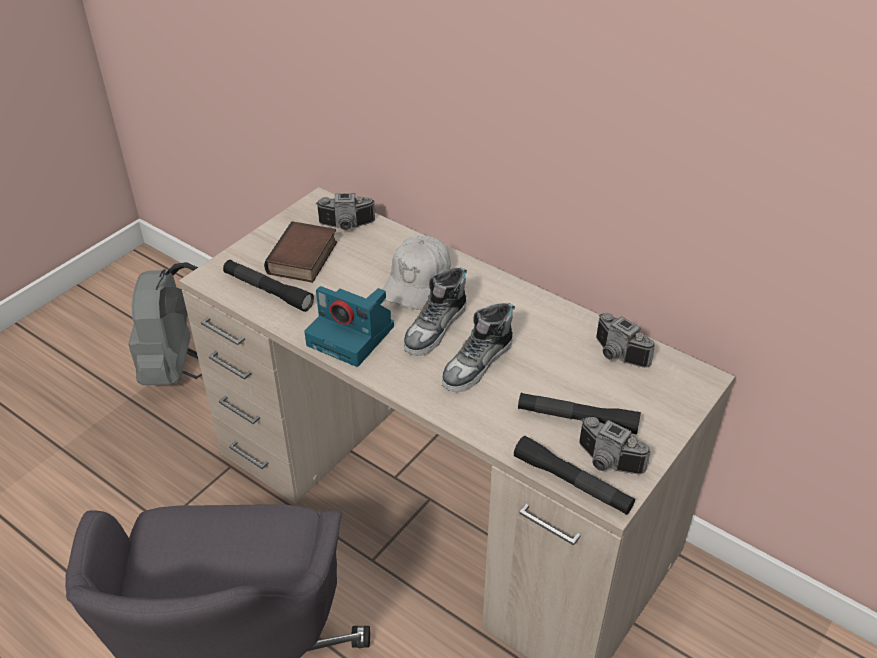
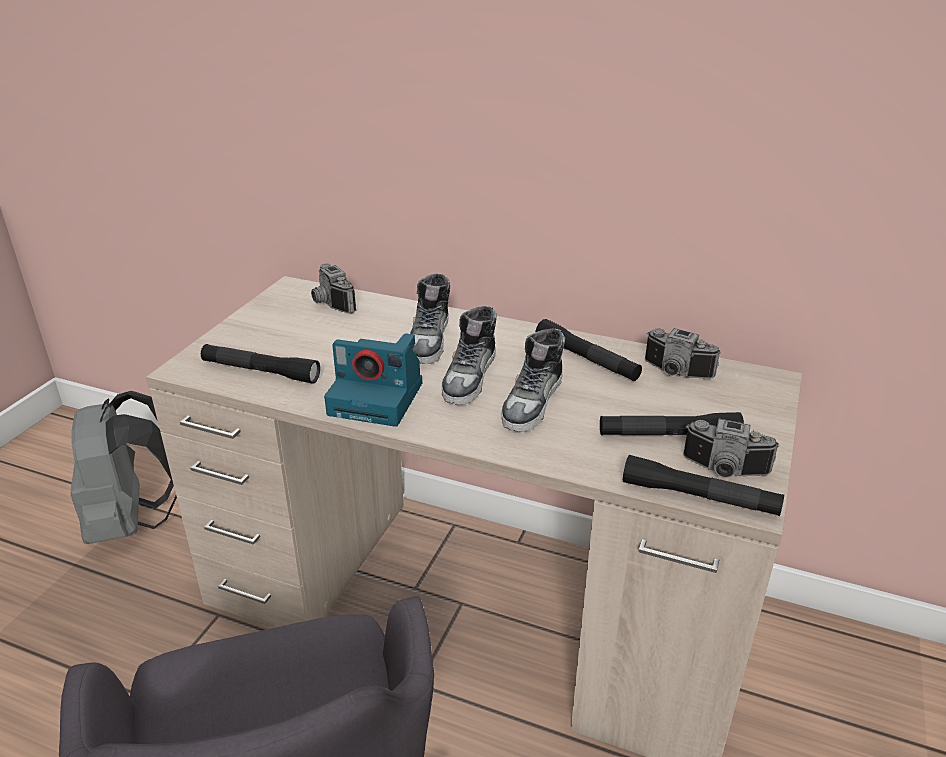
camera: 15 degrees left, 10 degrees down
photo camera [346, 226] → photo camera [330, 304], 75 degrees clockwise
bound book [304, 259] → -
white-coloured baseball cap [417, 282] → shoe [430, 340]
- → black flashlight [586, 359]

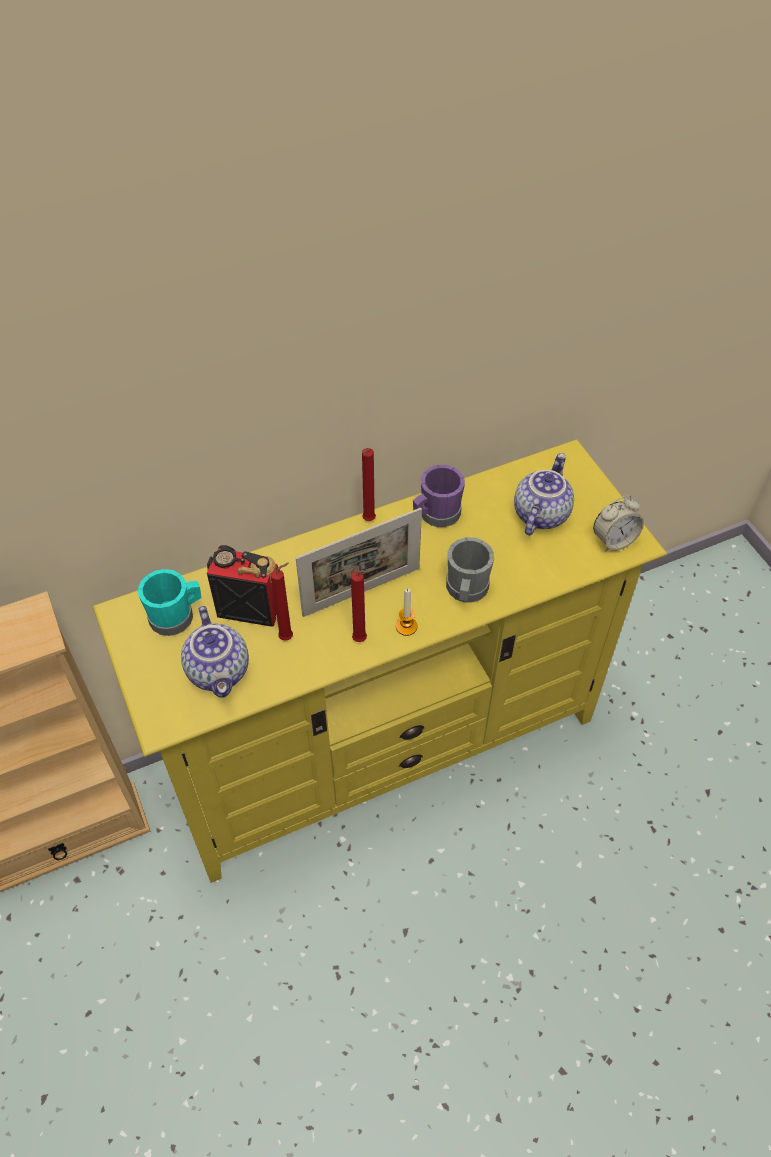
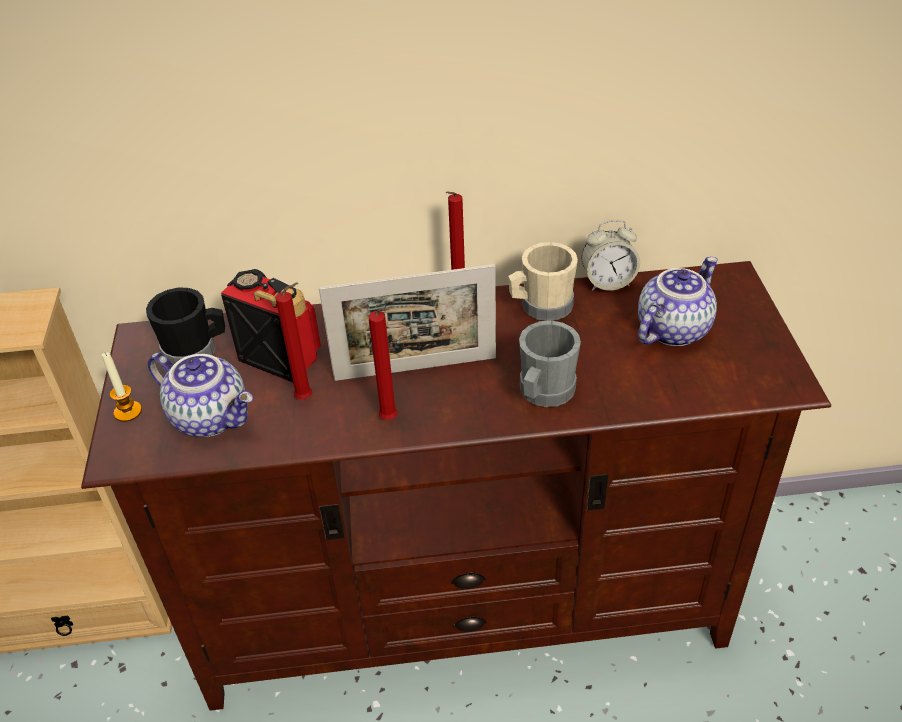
camera: 20 degrees right, 10 degrees down
yellow media console [385, 746] → brown media console [464, 610]
purple mug [436, 514] → sand-coloured mug [541, 306]
bedside clock [614, 540] → bedside clock [608, 282], shifted
turquoise-coloured mug [176, 616] → black mug [196, 351]
candle [406, 626] → candle [128, 412], shifted
teapot [220, 671] → teapot [212, 417], 60 degrees counterclockwise

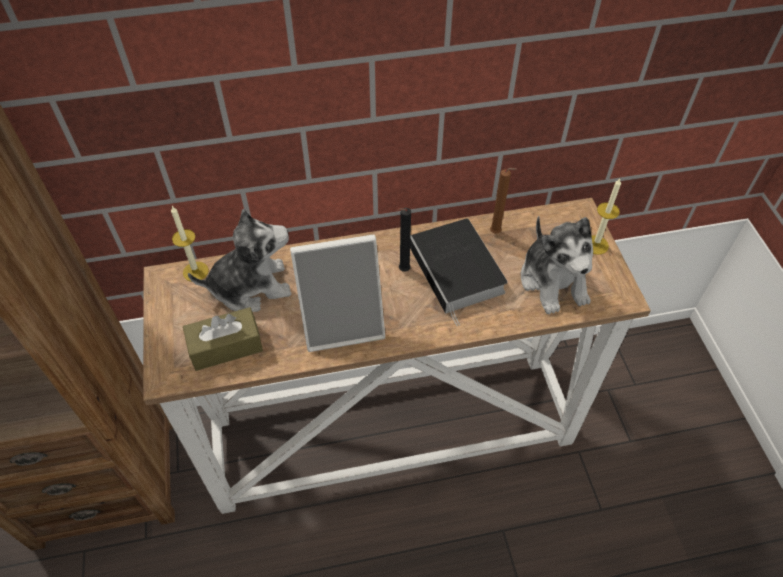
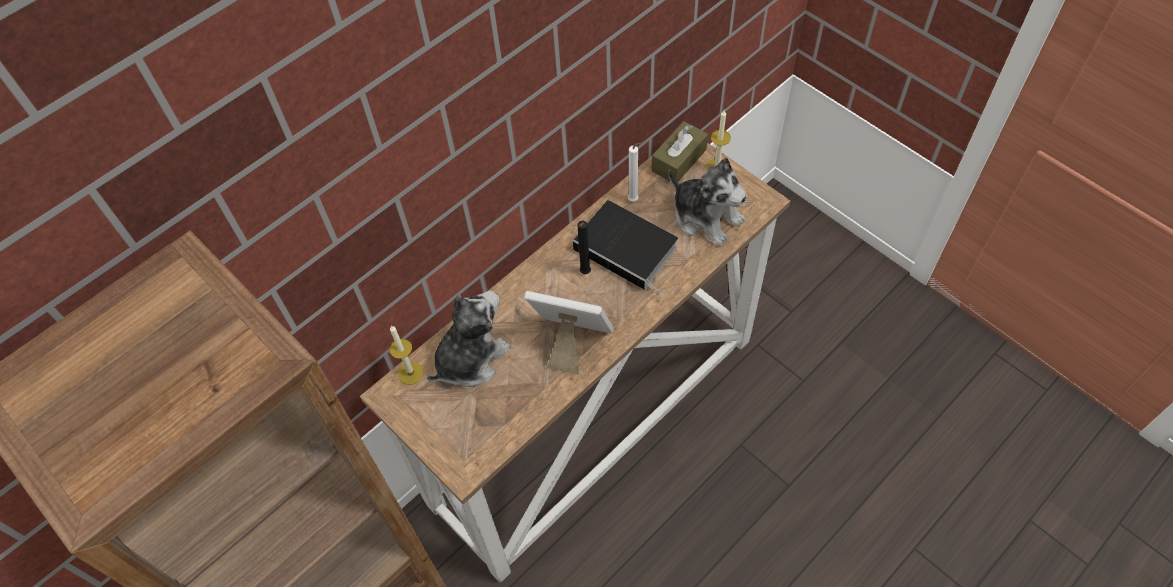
camera: 30 degrees left, 5 degrees up
brown candle [496, 233] → white-coloured candle [634, 199]
standing frame [343, 322] → standing frame [571, 343], 120 degrees counterclockwise
brown box of tissues [226, 346] → brown box of tissues [679, 160], shifted

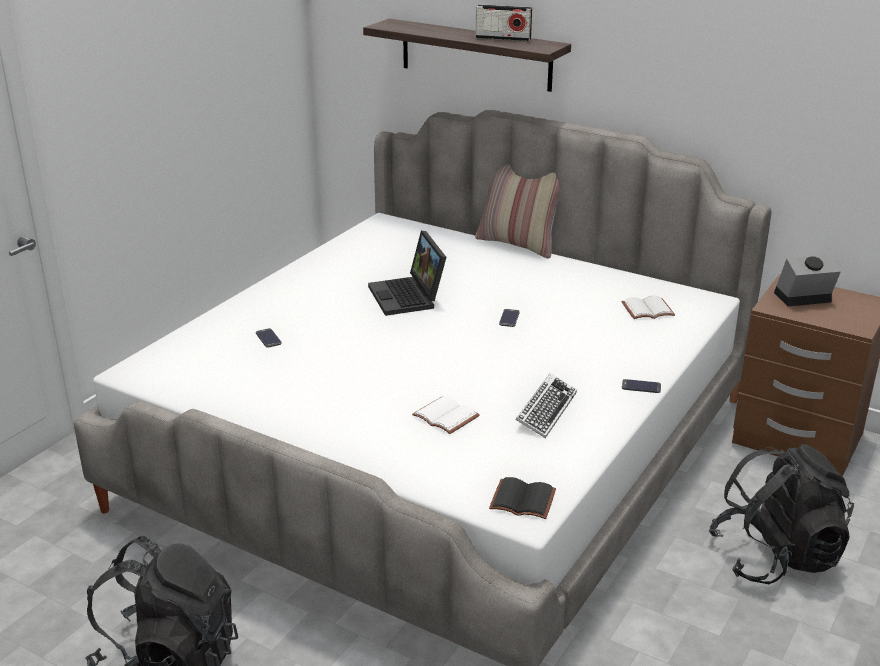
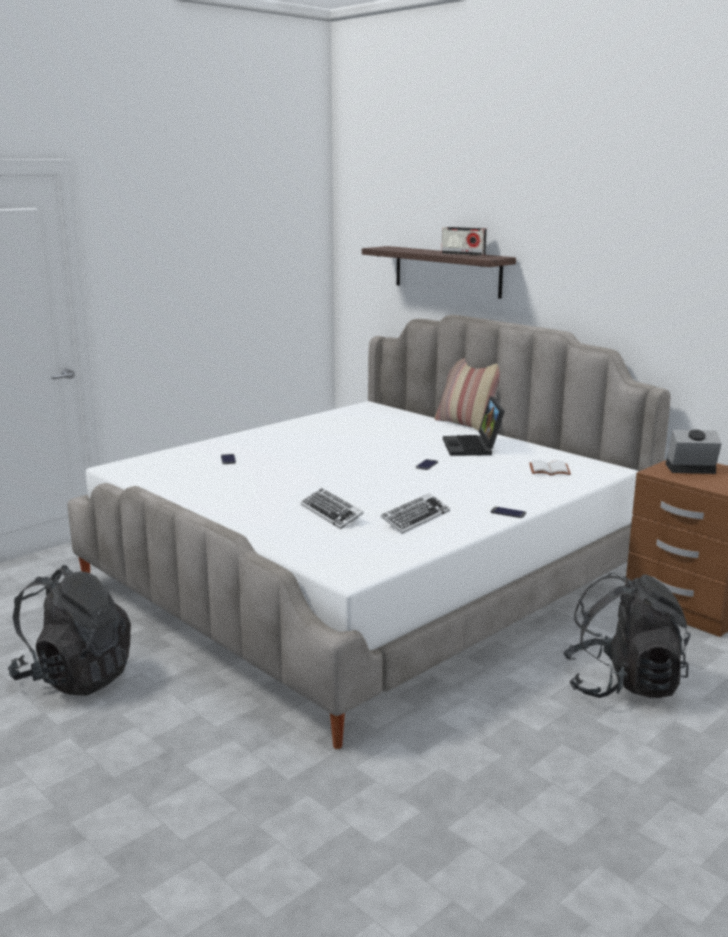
camera: 15 degrees right, 10 degrees down
notebook computer [409, 297] → notebook computer [473, 447], shifted
white-coloured bound book [447, 416] → PC keyboard [331, 513]
black bound book [521, 501] → -

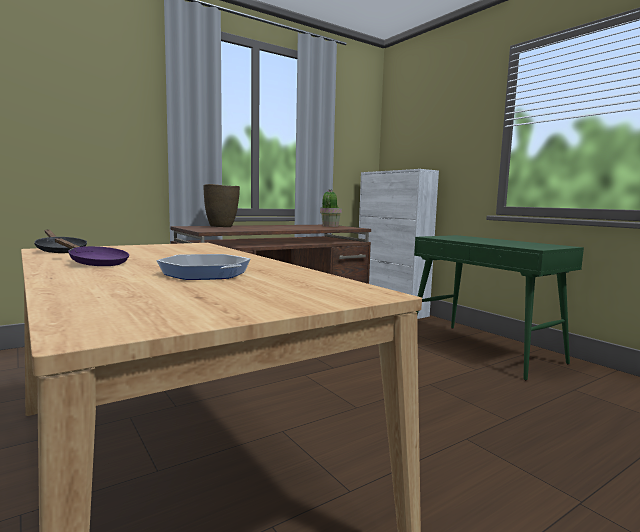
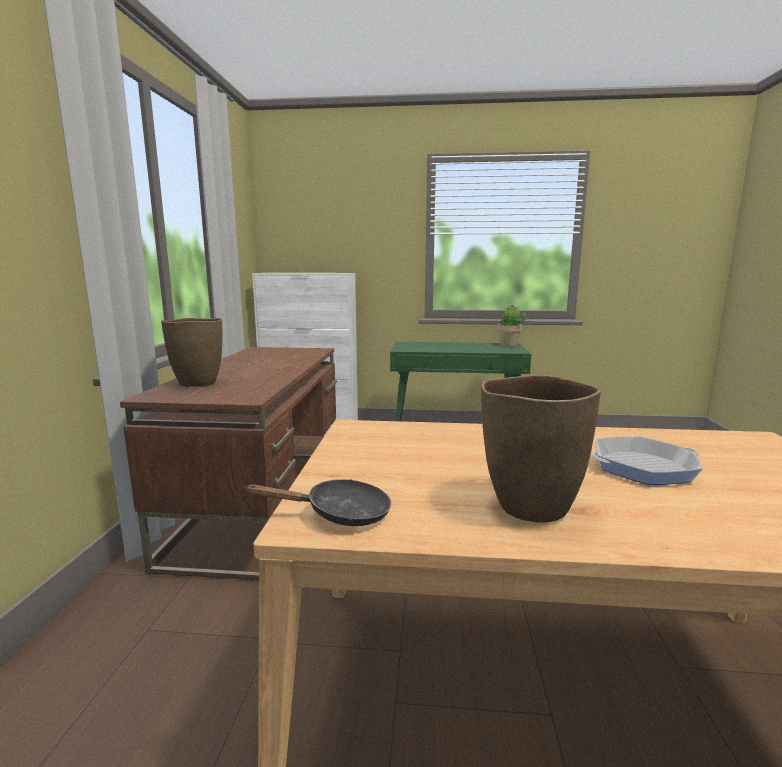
camera: 50 degrees left, 5 degrees up
plant in a pot [330, 226] → plant in a pot [508, 344], shifted
purple frying pan [95, 263] → brown vase [530, 507]

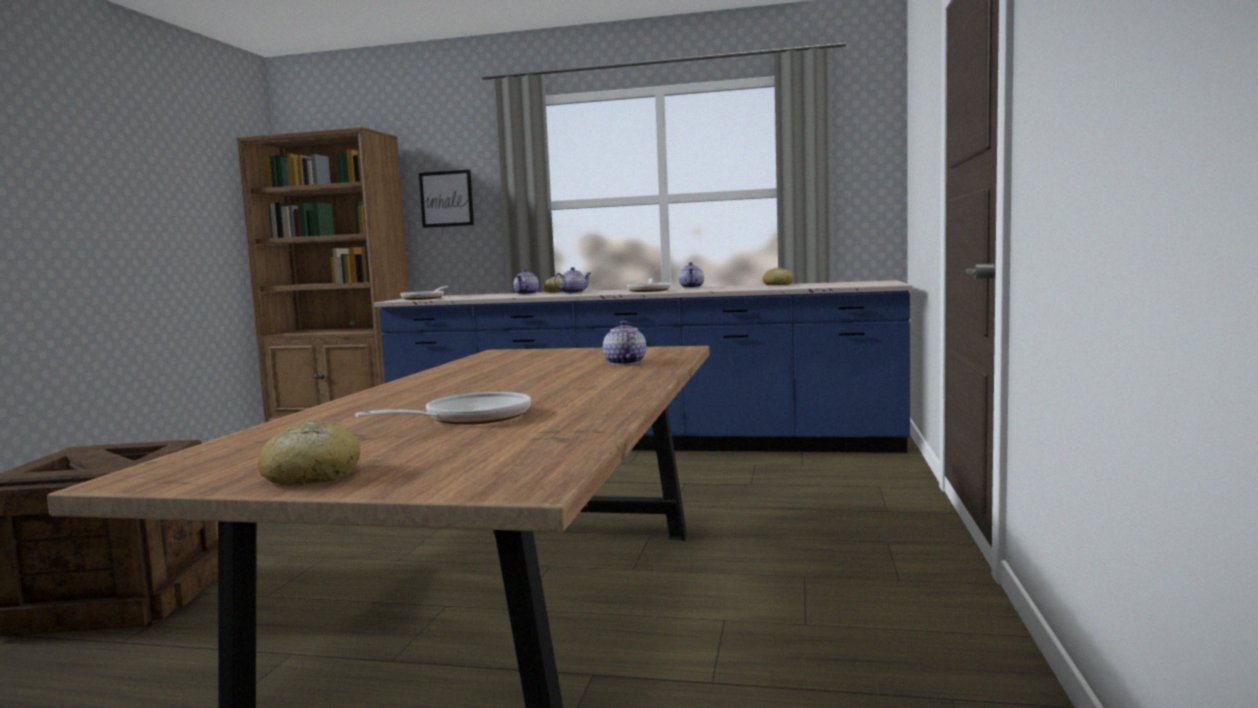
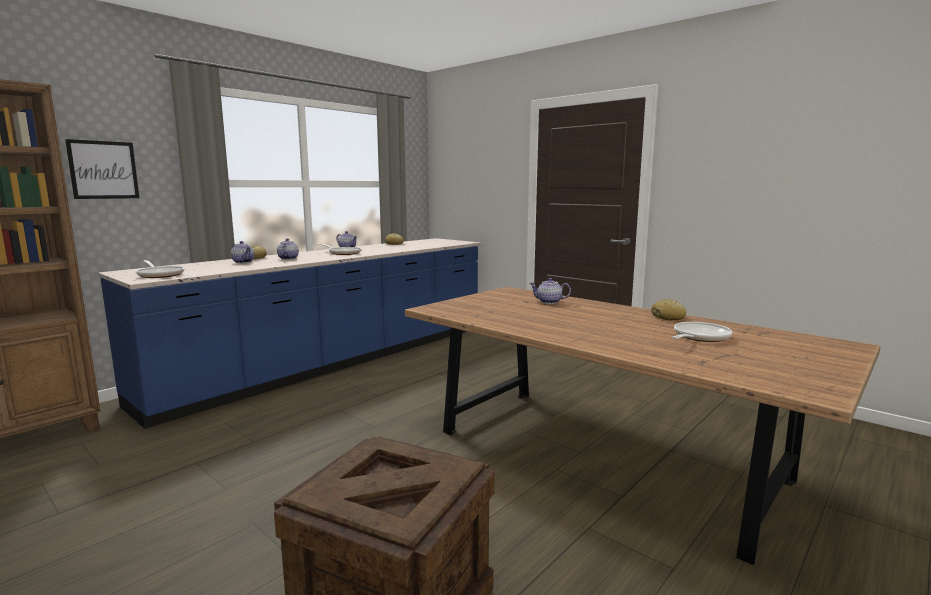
camera: 60 degrees left, 5 degrees up
frying pan [469, 418] → frying pan [699, 337], 60 degrees clockwise
bread [311, 476] → bread [668, 317], shifted

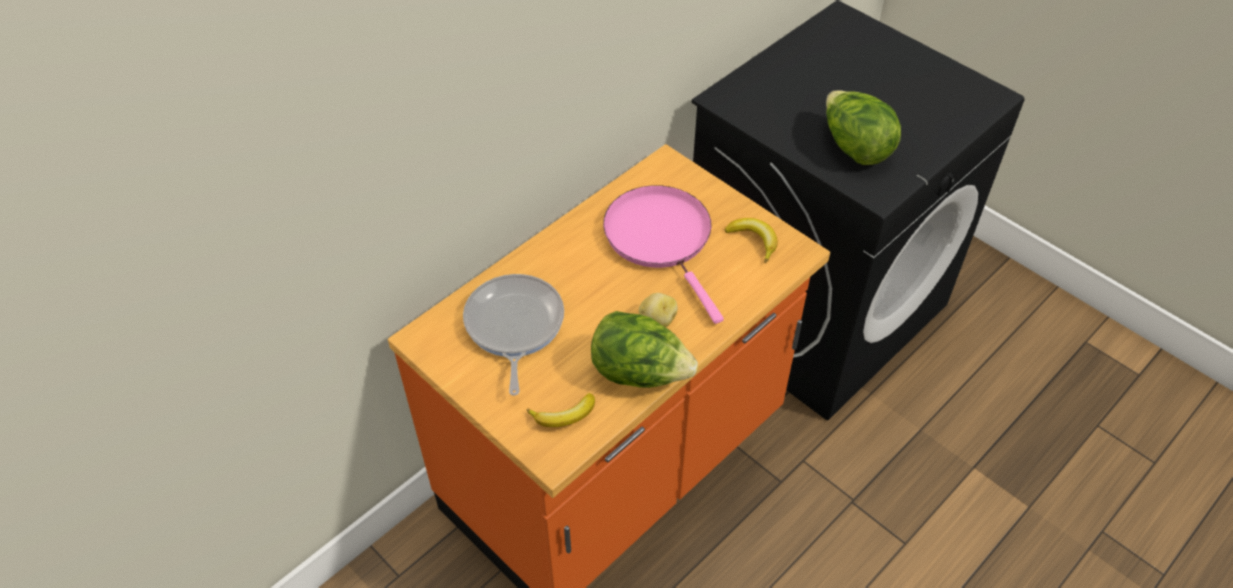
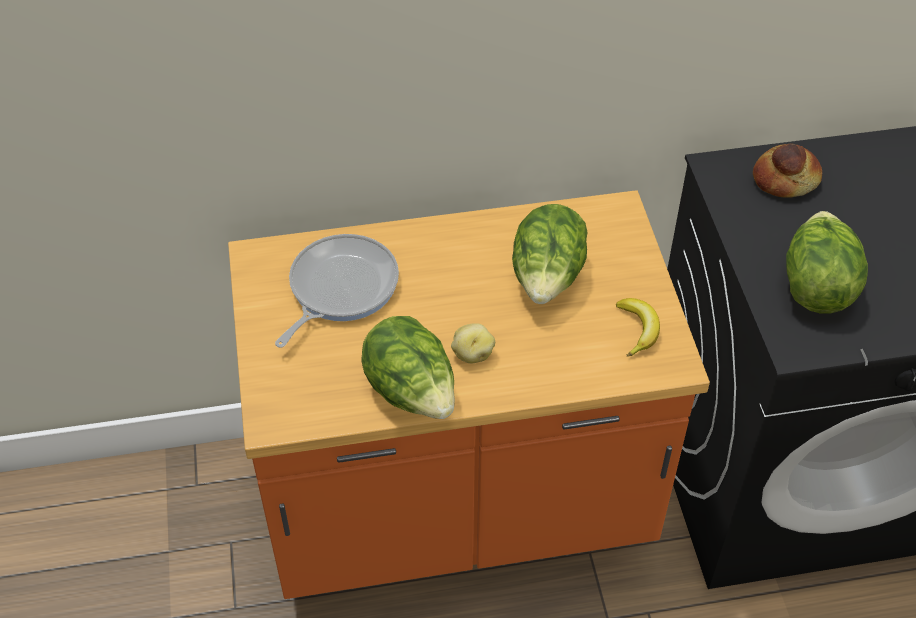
camera: 35 degrees right, 0 degrees up
pinkish frying pan [661, 238] → lettuce [547, 279]
banana [564, 416] → -
- → bread [785, 180]

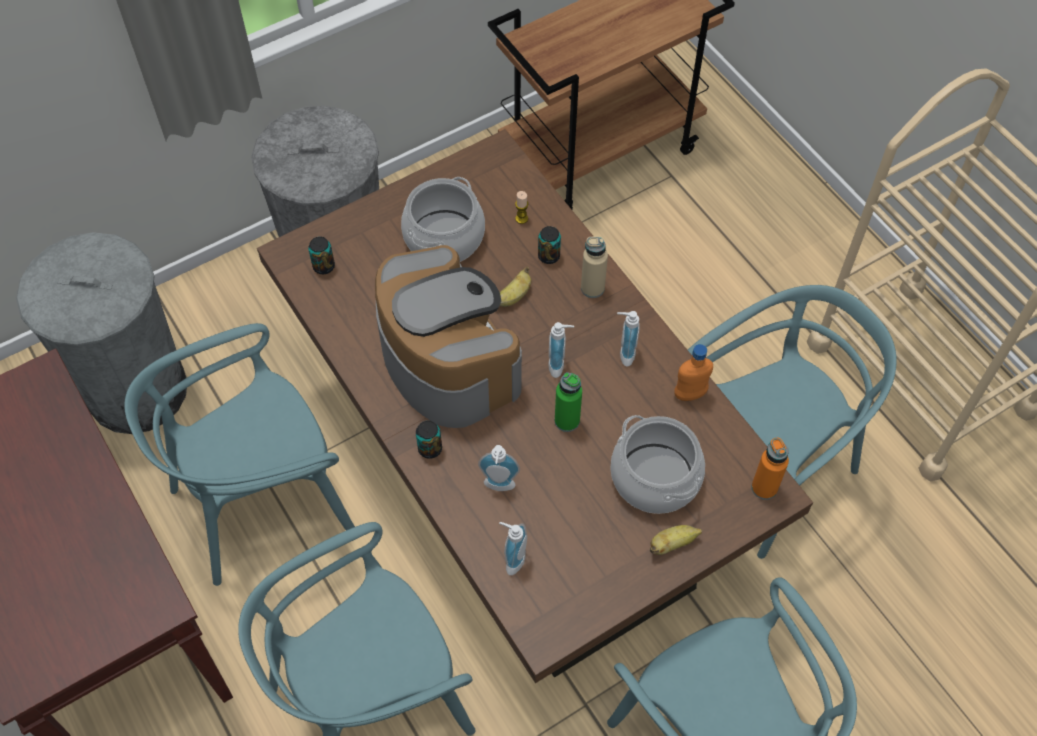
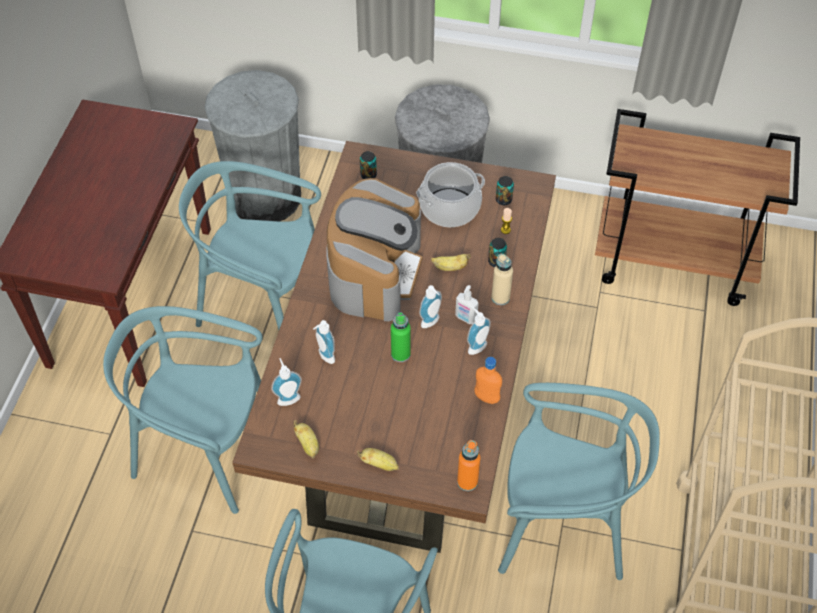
camera: 45 degrees right, 5 degrees down
stockpot [656, 477] → -
can [430, 449] → can [503, 200], shifted
- → soap dispenser [465, 318]
- → banana [308, 445]

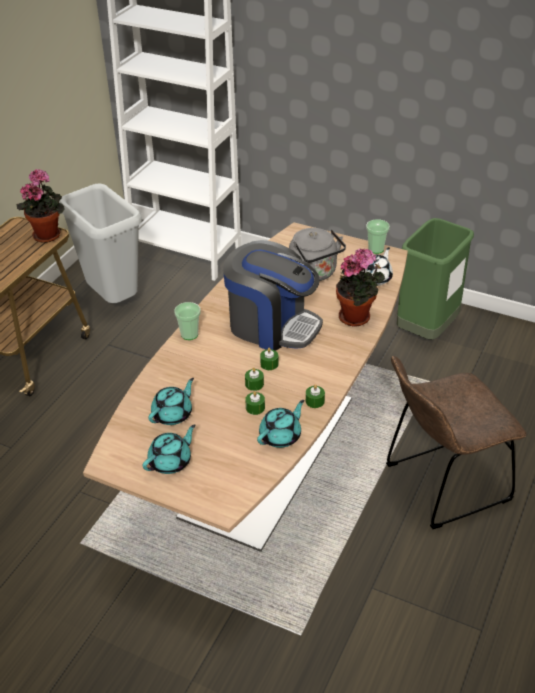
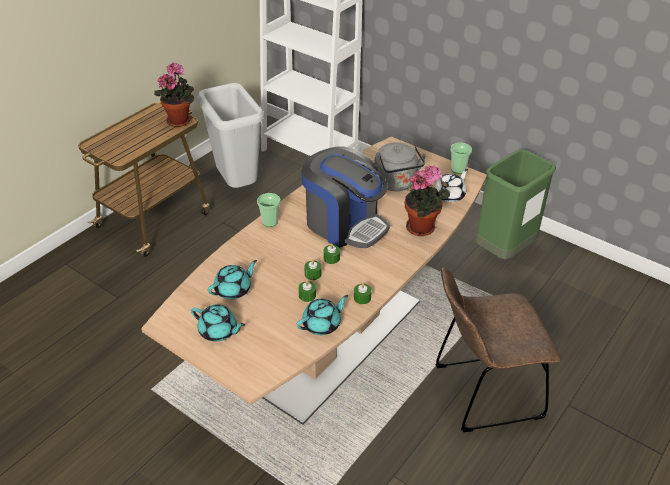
camera: 10 degrees right, 0 degrees up
turquoise-coloured teapot [171, 461] → turquoise-coloured teapot [218, 331], 60 degrees clockwise

